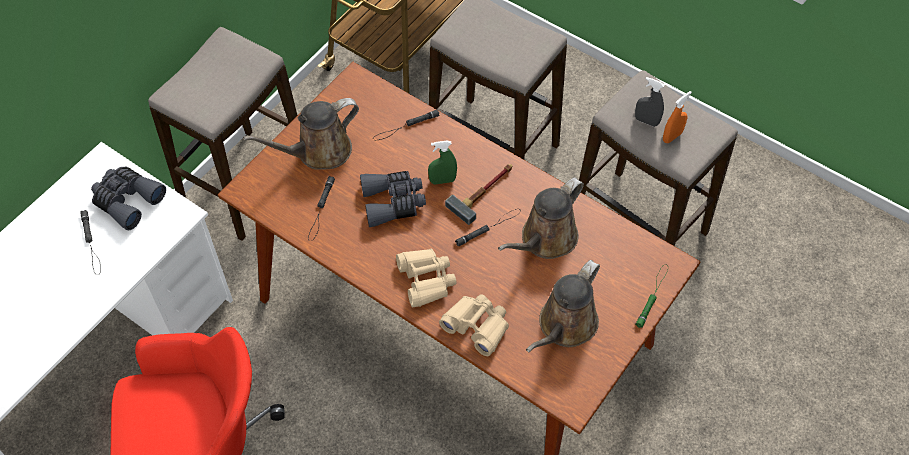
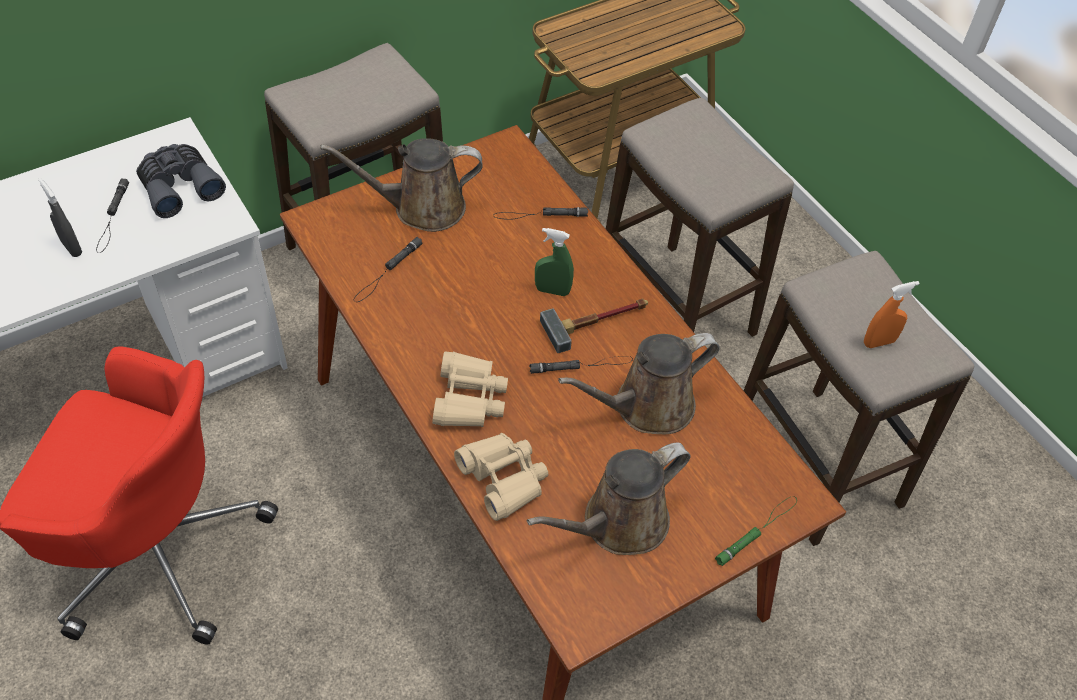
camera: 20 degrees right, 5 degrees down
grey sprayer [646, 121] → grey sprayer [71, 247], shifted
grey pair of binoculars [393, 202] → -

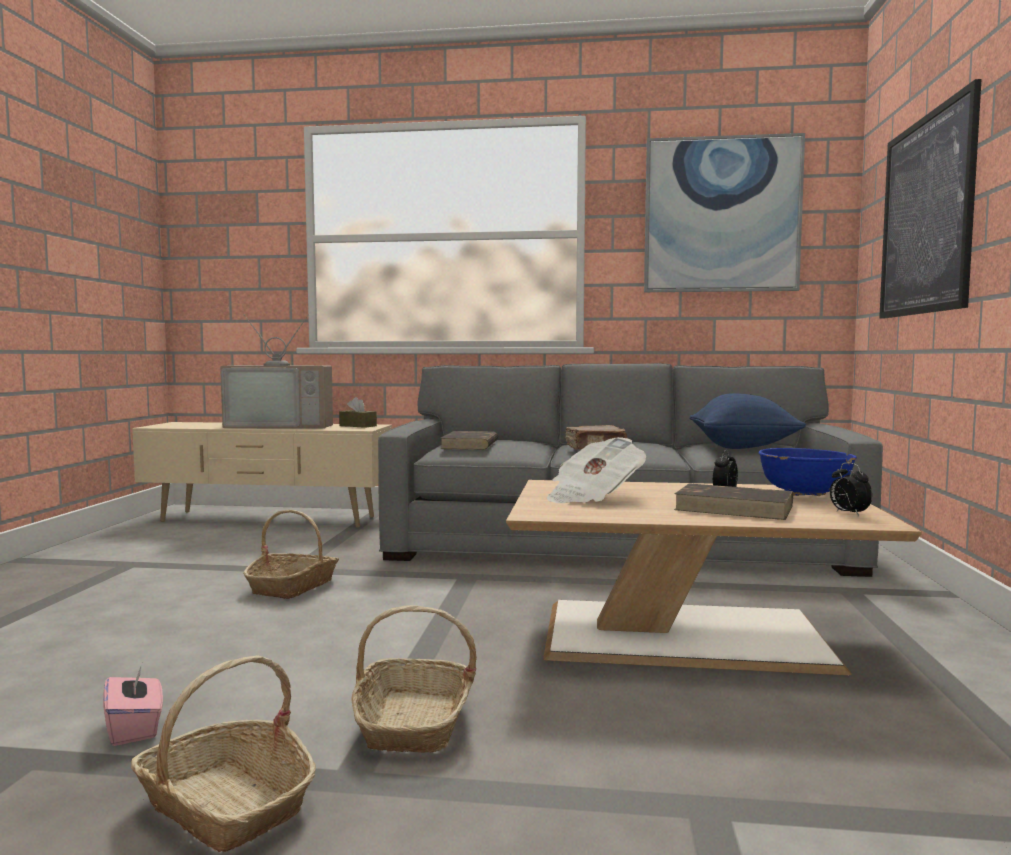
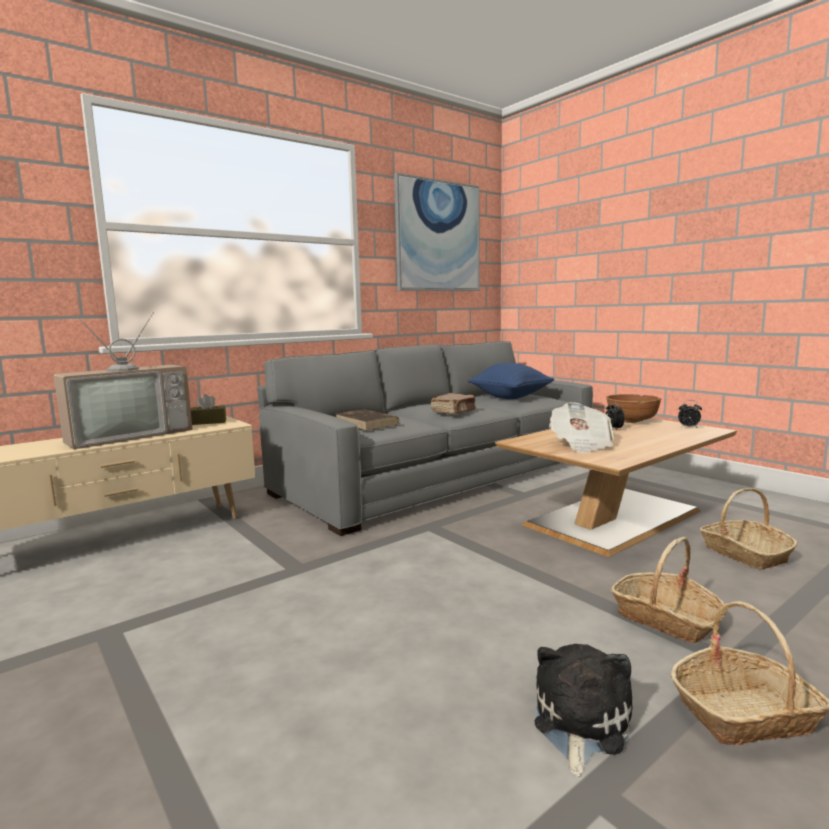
camera: 45 degrees left, 5 degrees up
wall picture [926, 215] → -
blue serving bowl [804, 494] → brown serving bowl [632, 420]
brown bound book [735, 508] → -
household basket [293, 586] → household basket [744, 553], shifted
pinkish box of tissues [135, 728] → cuddly toy [579, 723]

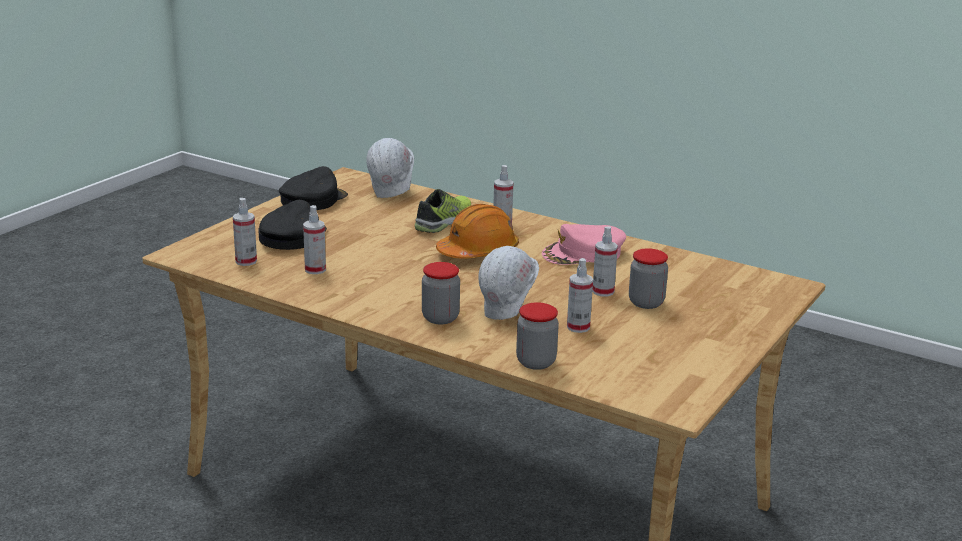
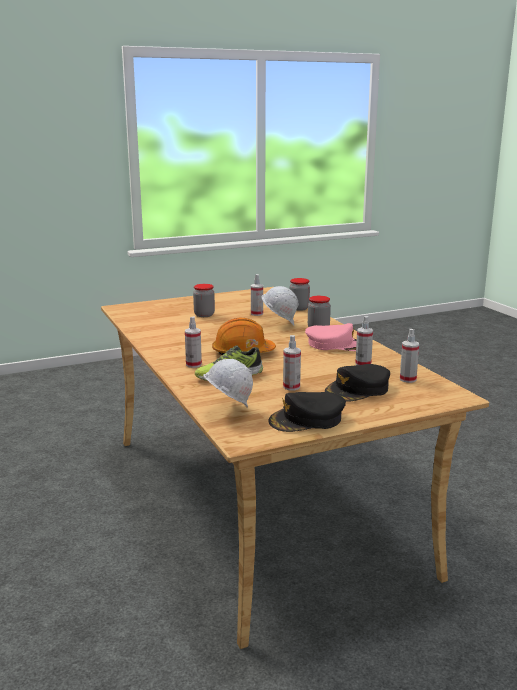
camera: 145 degrees left, 5 degrees down
pinkish baseball cap [583, 254] → pinkish baseball cap [334, 344], shifted
sprayer [603, 291] → sprayer [291, 387], shifted

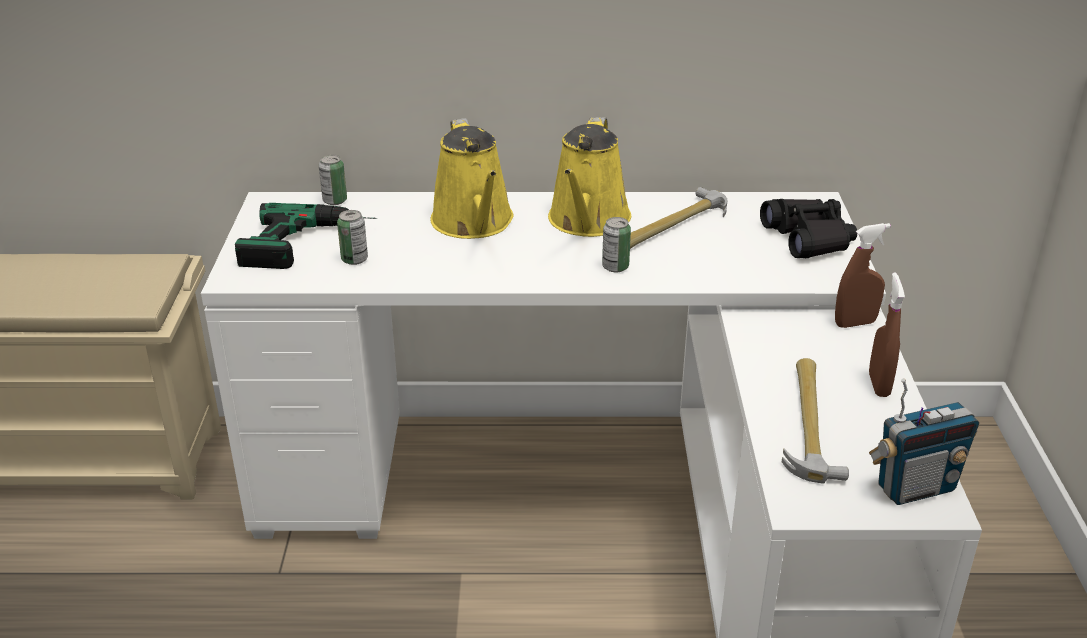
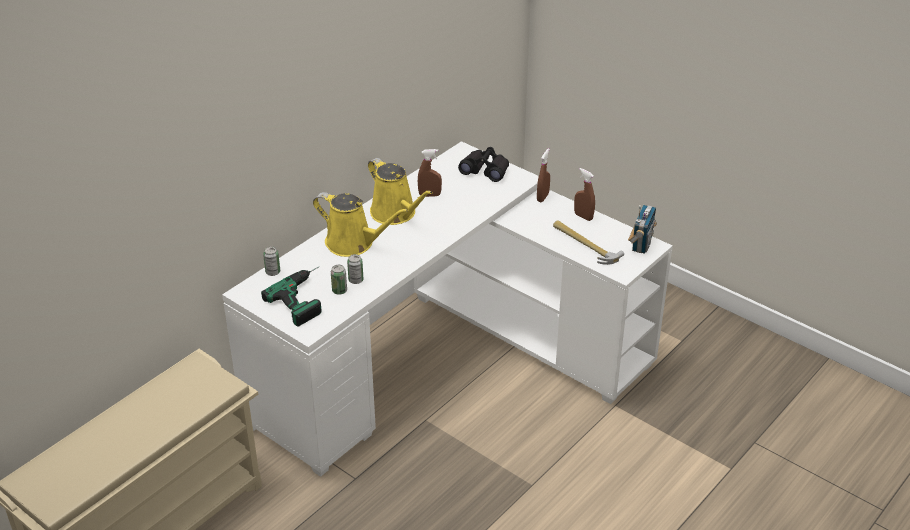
camera: 50 degrees left, 5 degrees up
tool hammer [672, 225] → brown sprayer [429, 195]
can [615, 267] → can [356, 280], shifted

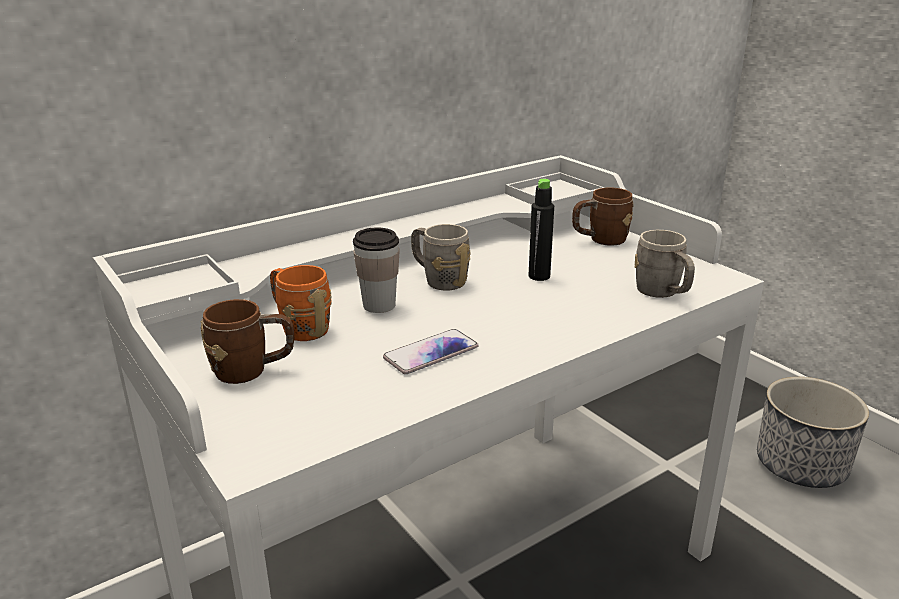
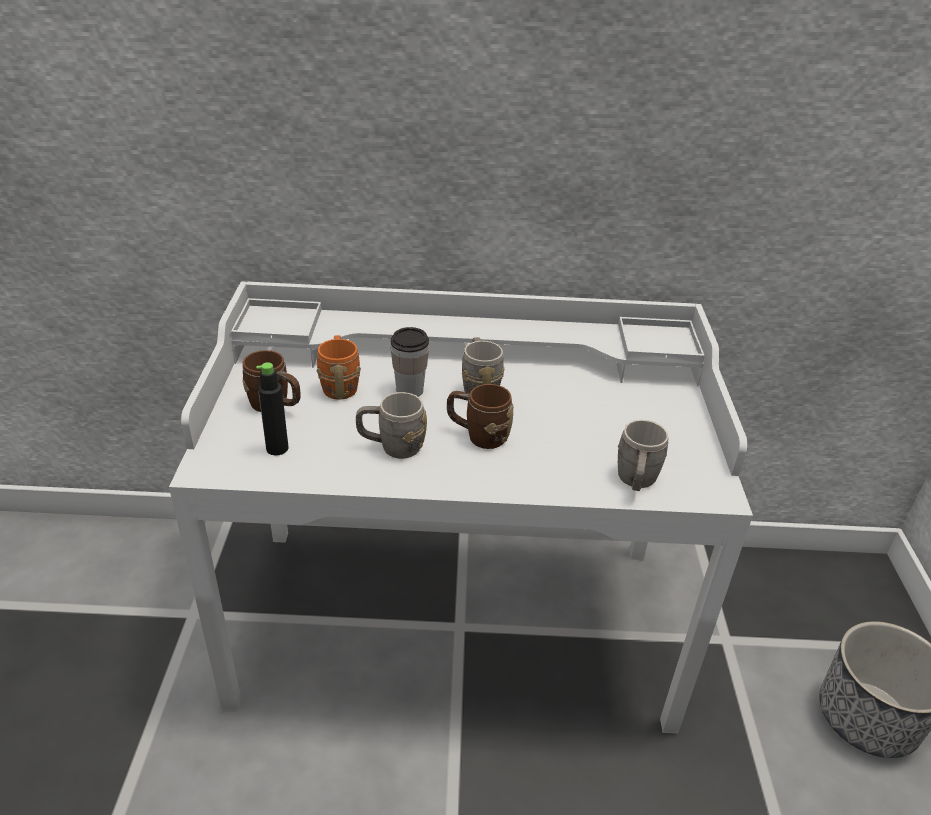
camera: 35 degrees right, 10 degrees up
black drink bottle [539, 276] → black drink bottle [277, 448], shifted
brown mug [600, 240] → brown mug [478, 435], shifted
handset [431, 353] → grey mug [392, 447]

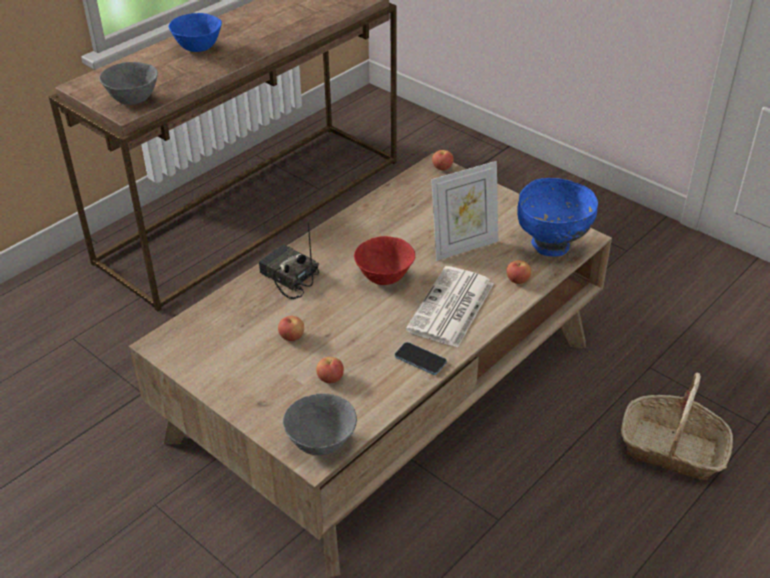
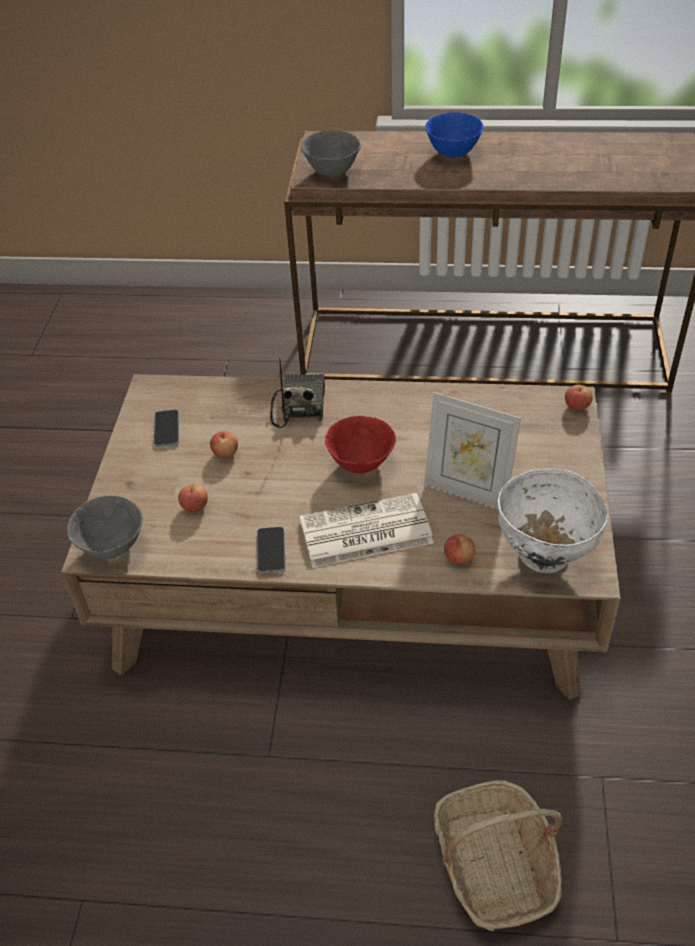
camera: 55 degrees right, 5 degrees up
blue serving bowl [551, 246] → white-coloured serving bowl [544, 555]
- → handset [166, 429]

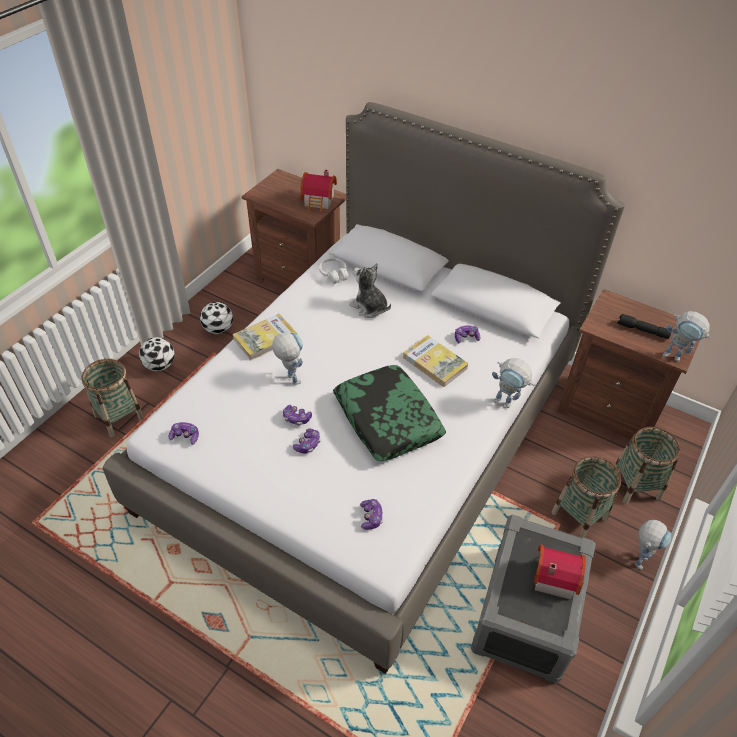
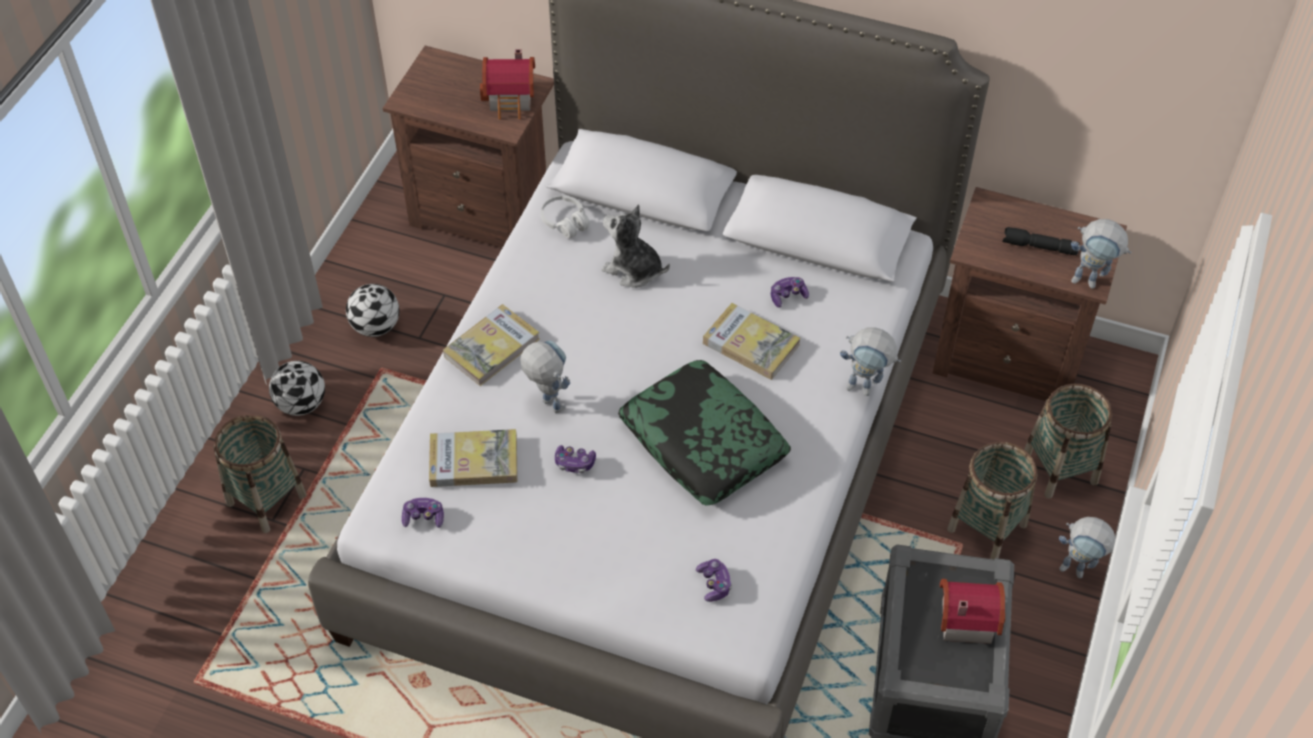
camera: 10 degrees left, 5 degrees up
gamepad [308, 444] → -
robot figure [641, 557] → robot figure [1079, 571], 90 degrees clockwise
- → bound book [473, 461]

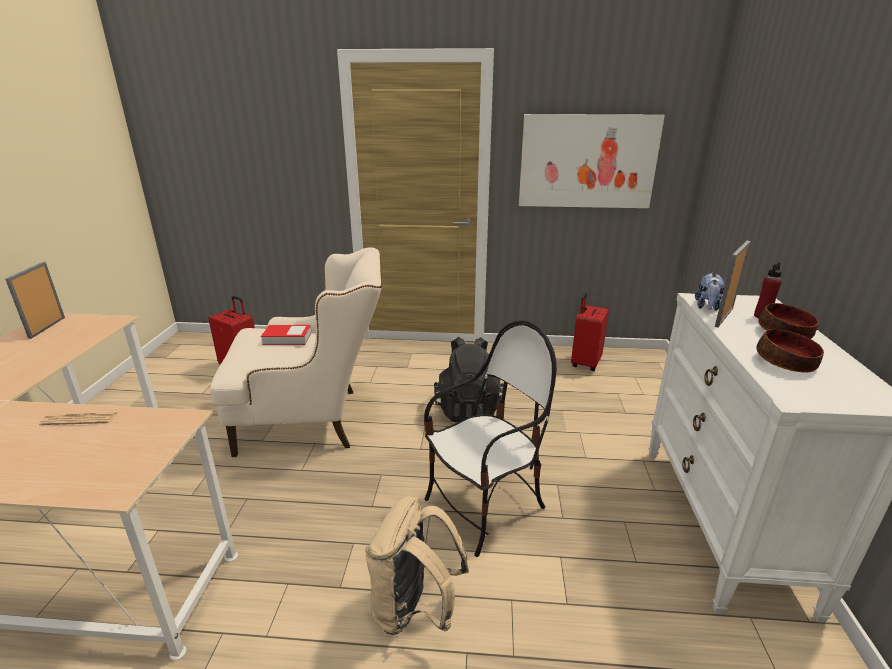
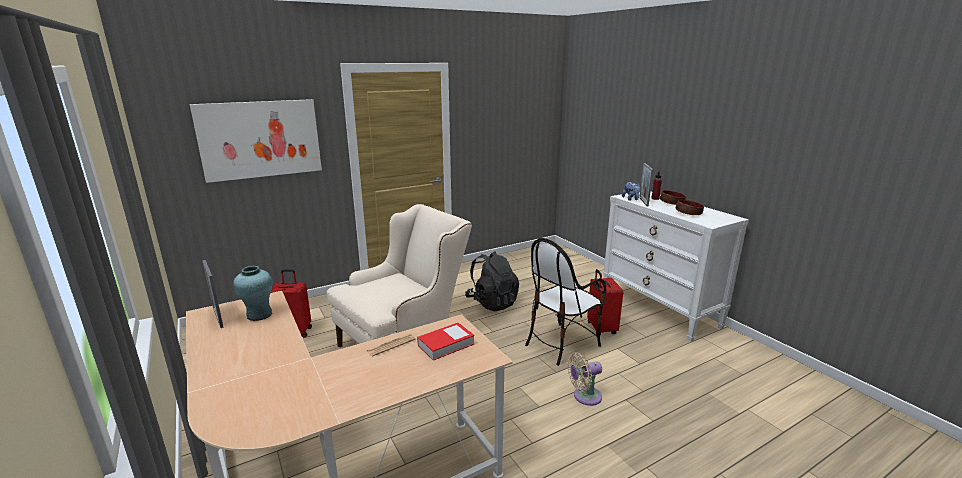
camera: 35 degrees left, 5 degrees down
wall picture [587, 161] → wall picture [260, 139], shifted
reddish travel case [585, 363] → reddish travel case [600, 329], shifted
chair [485, 508] → chair [561, 343], 150 degrees counterclockwise
bound book [287, 338] → bound book [446, 345], shifted
sand-coloured backpack [414, 609] → sand-coloured cooling fan [584, 397]
- → turquoise-coloured vase [259, 315]

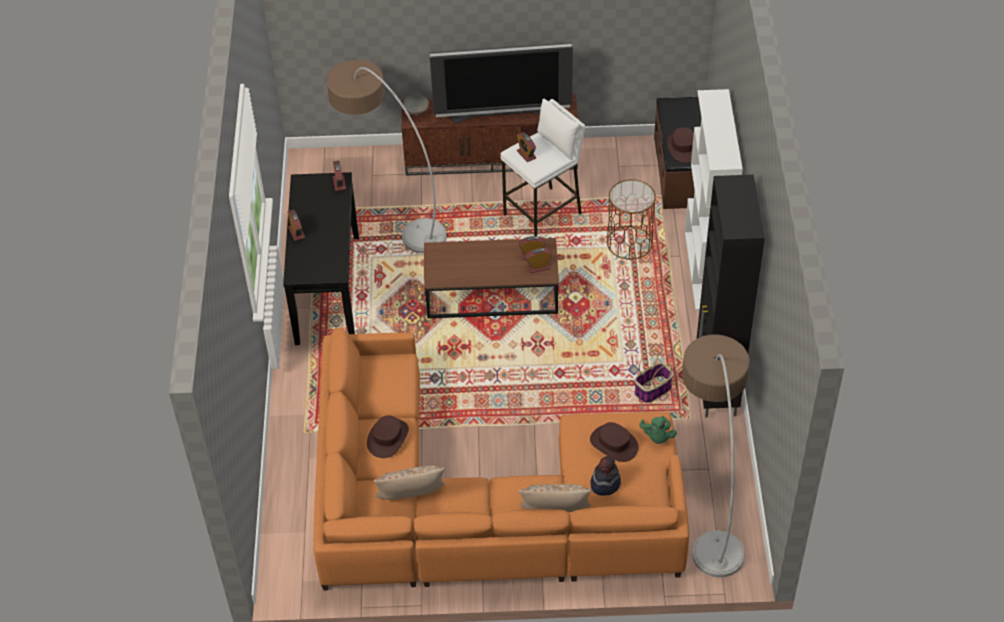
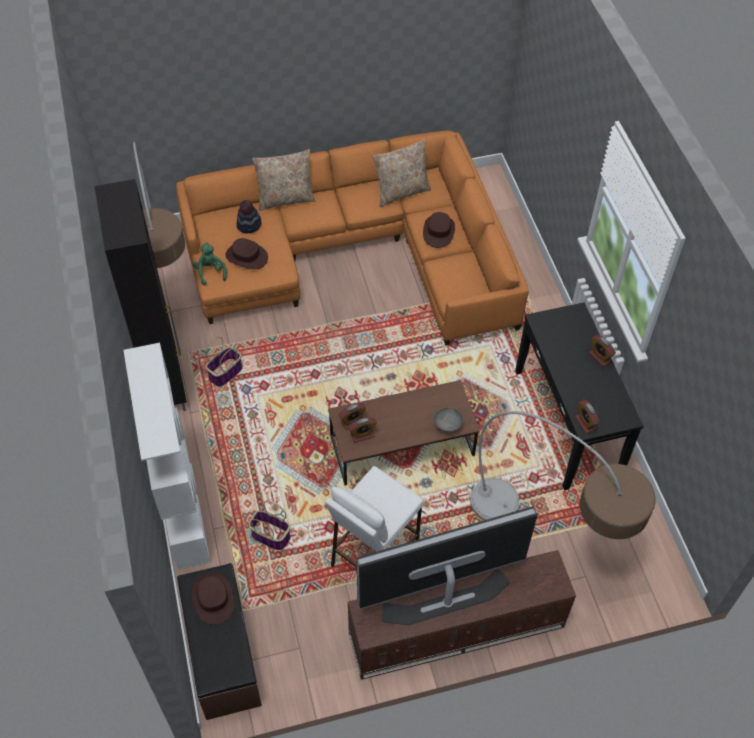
camera: 165 degrees right, 5 degrees up
grey serving bowl [416, 111] → grey serving bowl [448, 425], shifted
bedside clock [526, 154] → -
brown accent table [629, 243] → household basket [270, 536]

